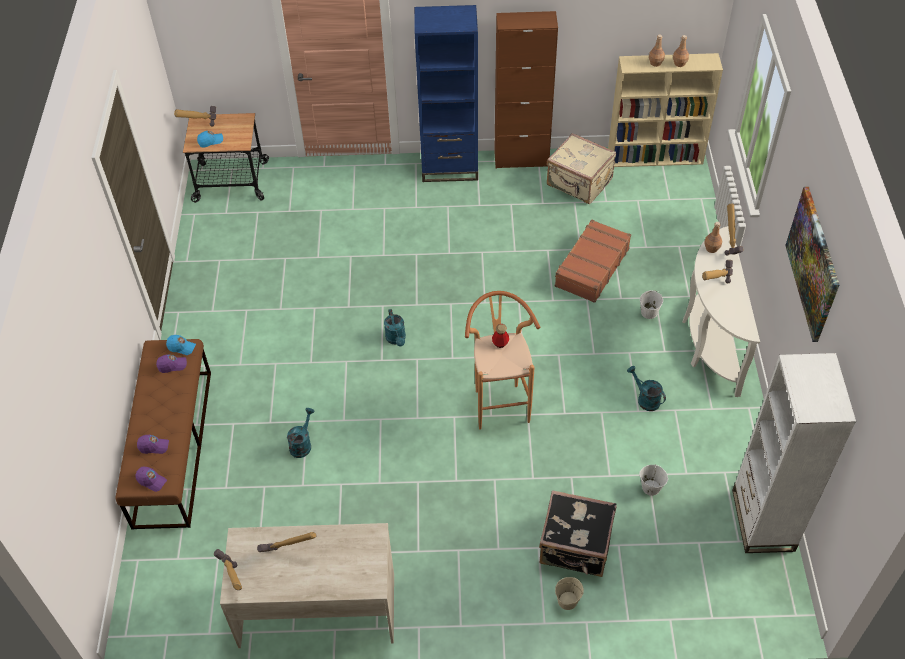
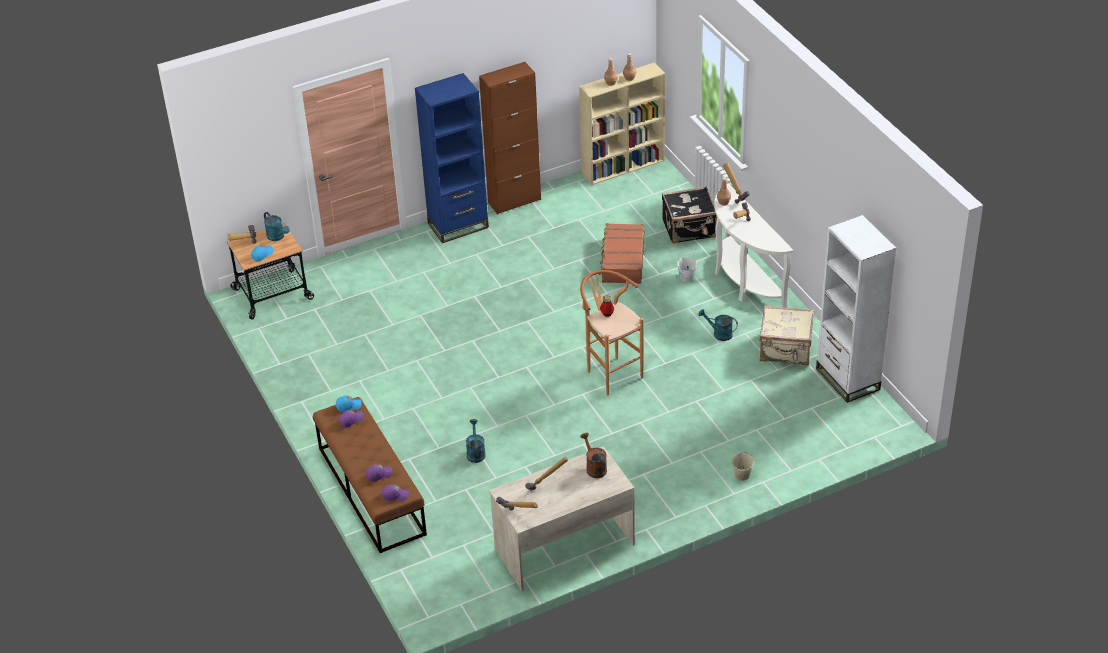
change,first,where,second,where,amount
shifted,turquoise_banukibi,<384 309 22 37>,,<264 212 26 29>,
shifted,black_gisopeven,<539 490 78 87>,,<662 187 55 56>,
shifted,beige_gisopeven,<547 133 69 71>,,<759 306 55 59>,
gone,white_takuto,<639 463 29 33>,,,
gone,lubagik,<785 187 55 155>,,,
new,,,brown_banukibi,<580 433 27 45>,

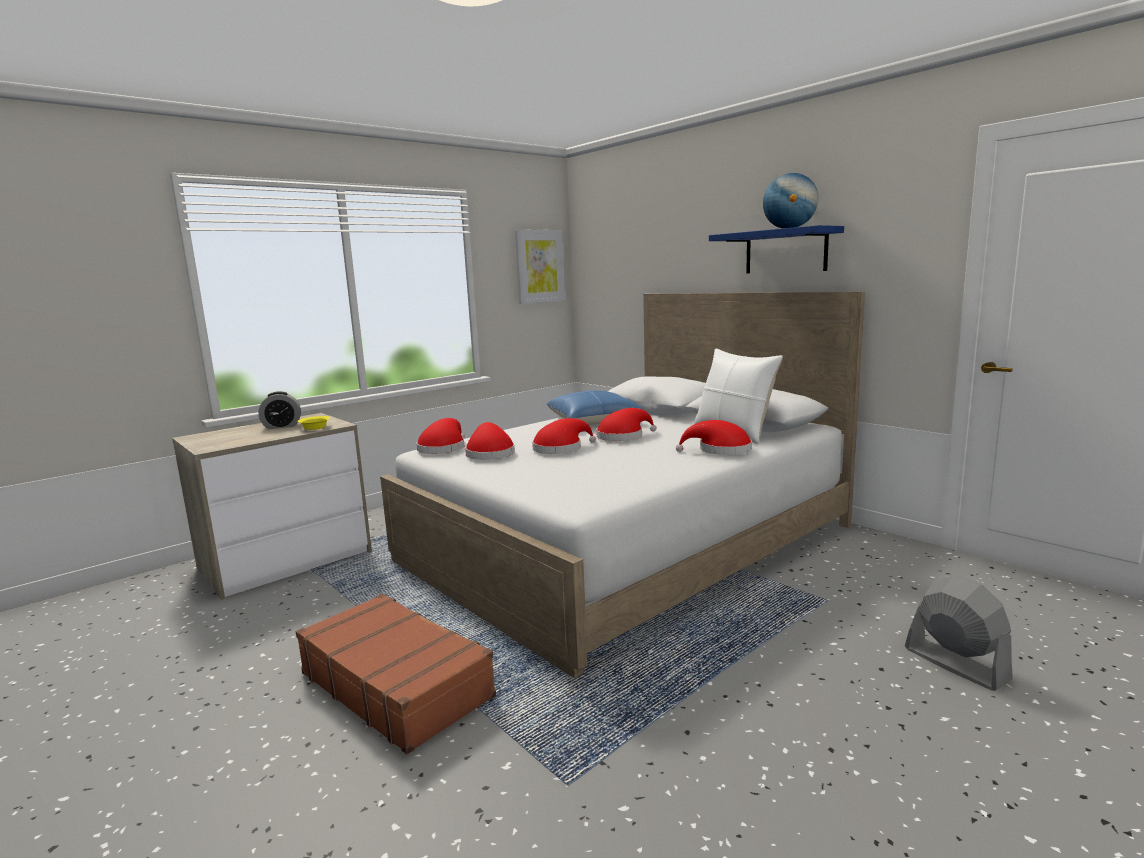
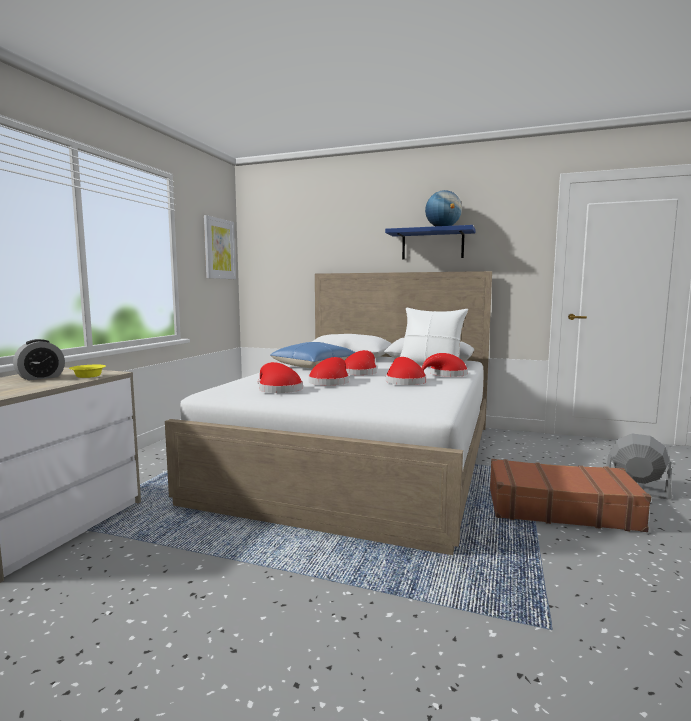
change,first,where,second,where,amount
shifted,brown_gisopeven,<296 594 200 160>,,<490 459 161 73>,
shifted,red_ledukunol,<416 418 49 36>,,<386 357 40 28>,

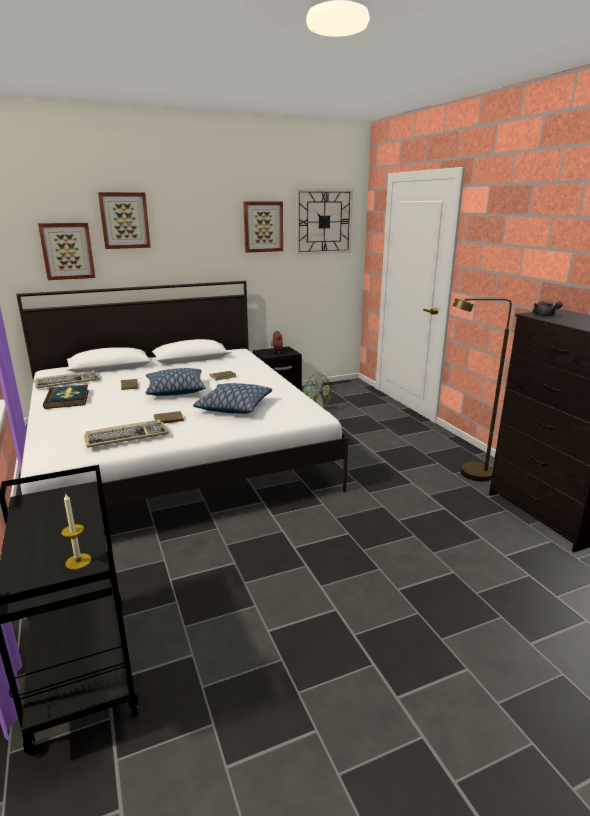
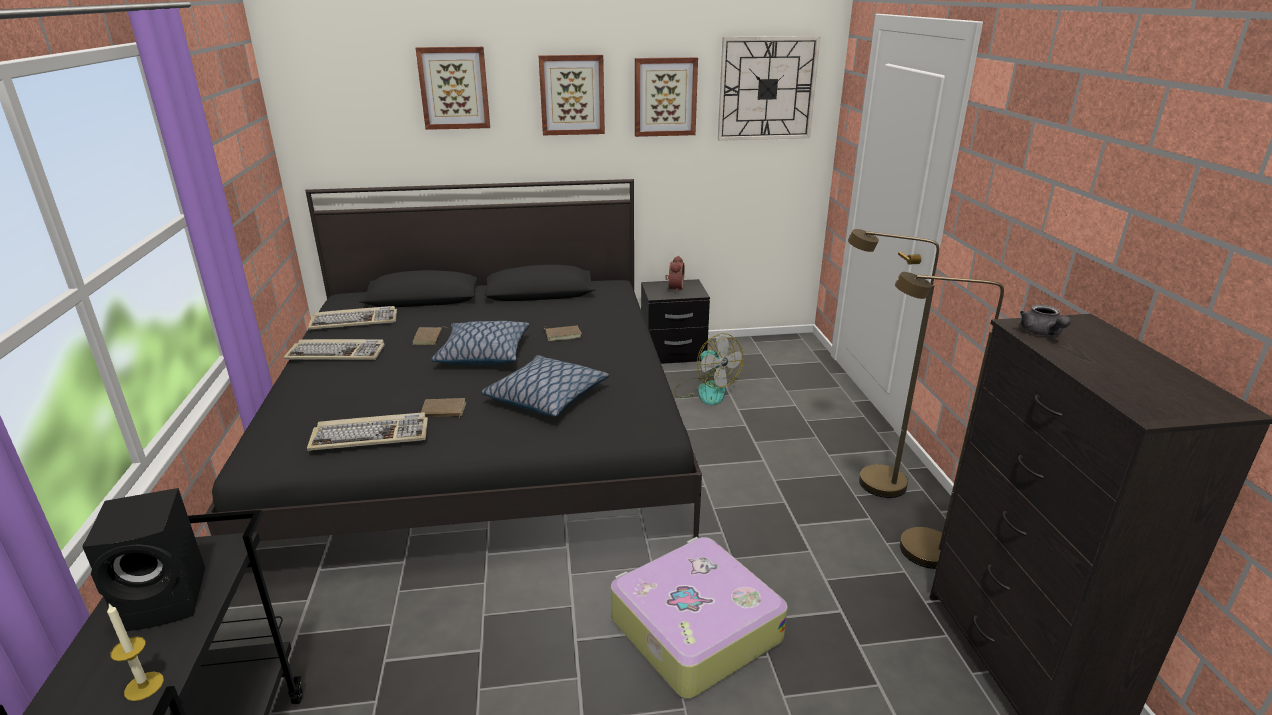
change,first,where,second,where,amount
repainted,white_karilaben,<16 281 332 226>,black_karilaben,<206 179 496 414>,
shifted,lubagik,<38 223 57 57>,,<538 55 67 80>,
swapped,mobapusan,<43 385 46 24>,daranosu,<284 339 101 21>,
new,,,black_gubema,<82 488 123 143>,
new,,,gisopeven,<611 537 177 162>,
new,,,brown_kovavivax,<848 229 91 269>,

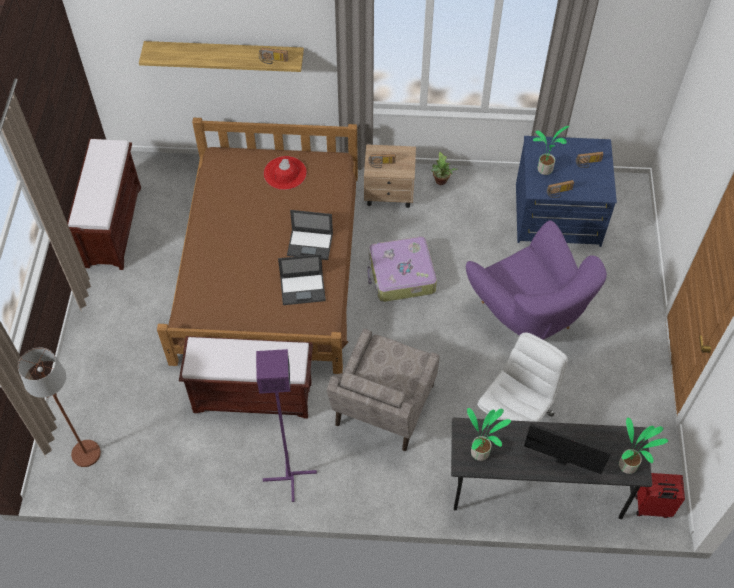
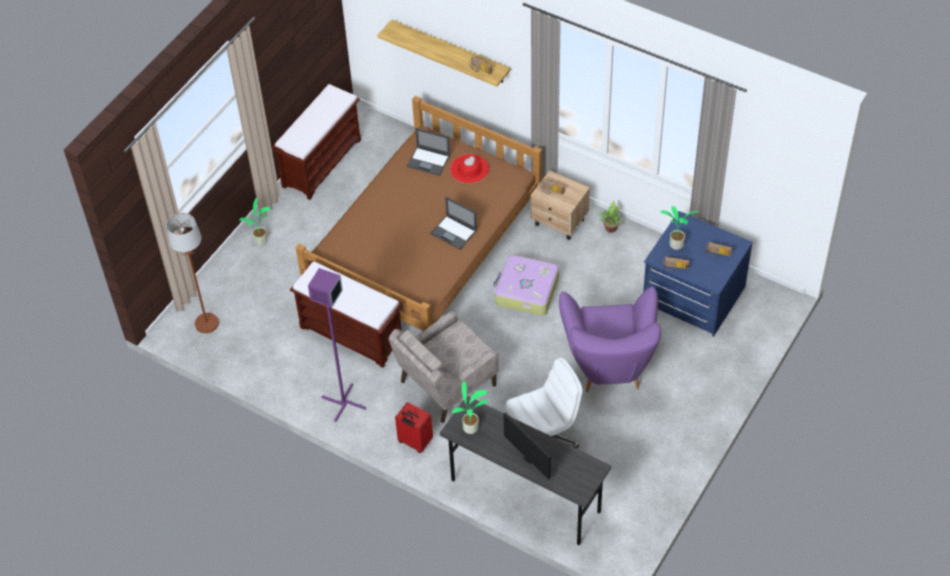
change,first,where,second,where,amount
shifted,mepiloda,<278 254 48 51>,,<407 128 43 48>,
shifted,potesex,<619 418 49 56>,,<239 197 31 49>,
shifted,red_gisopeven,<635 473 50 45>,,<395 402 38 51>,

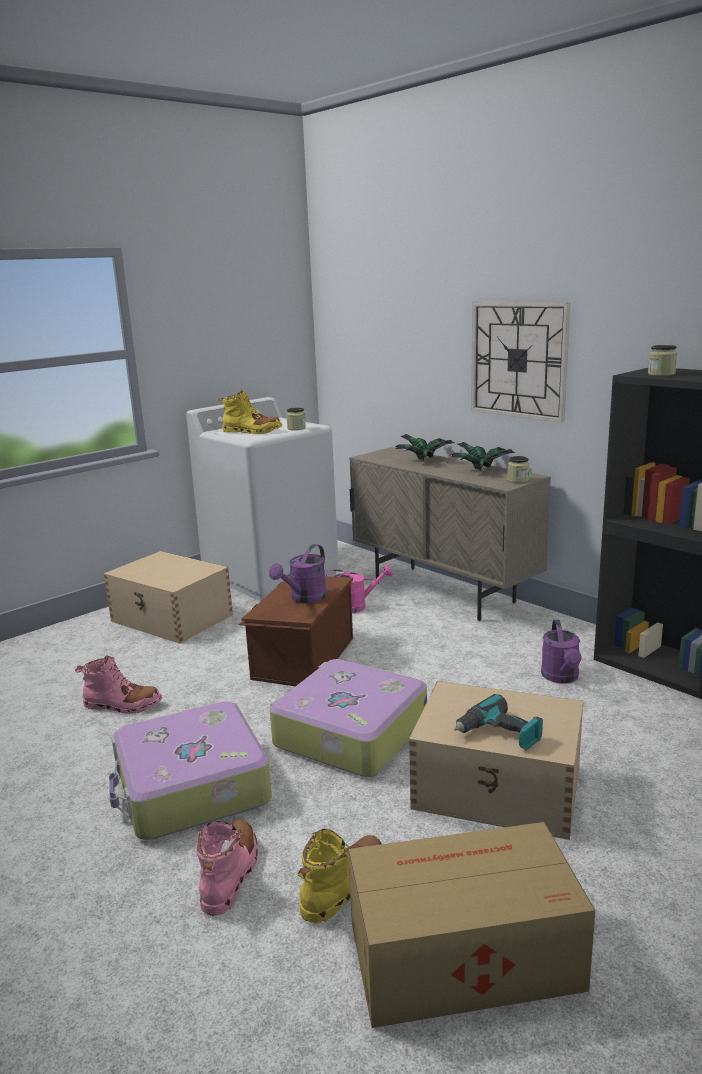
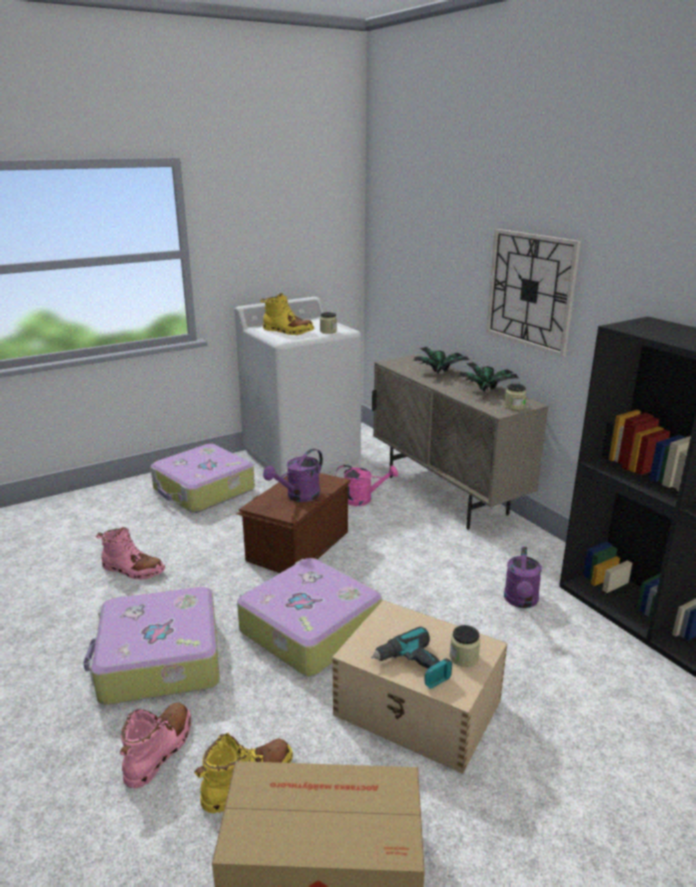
change,first,where,second,where,amount
swapped,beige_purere,<104 551 129 93>,gisopeven,<150 444 105 69>,
shifted,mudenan,<648 345 29 31>,,<450 625 30 42>,

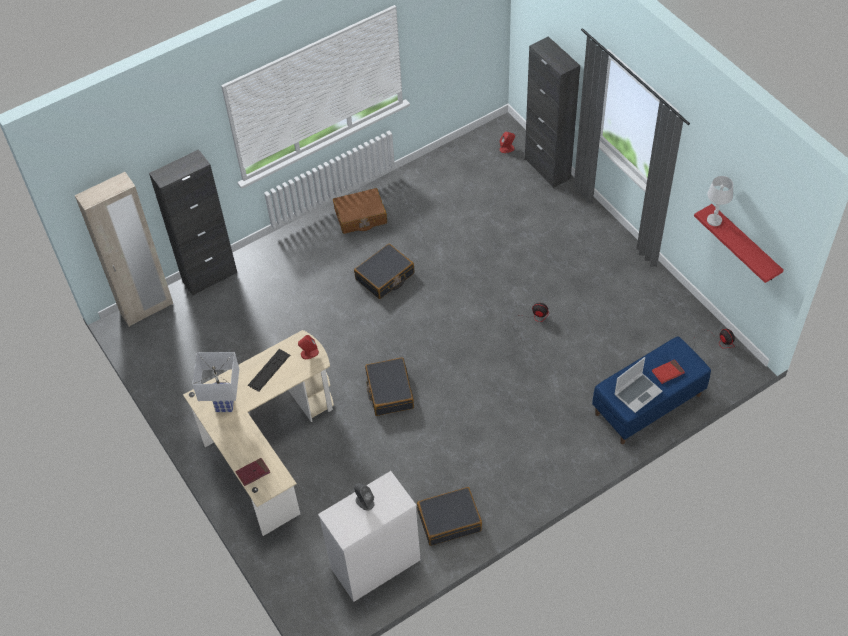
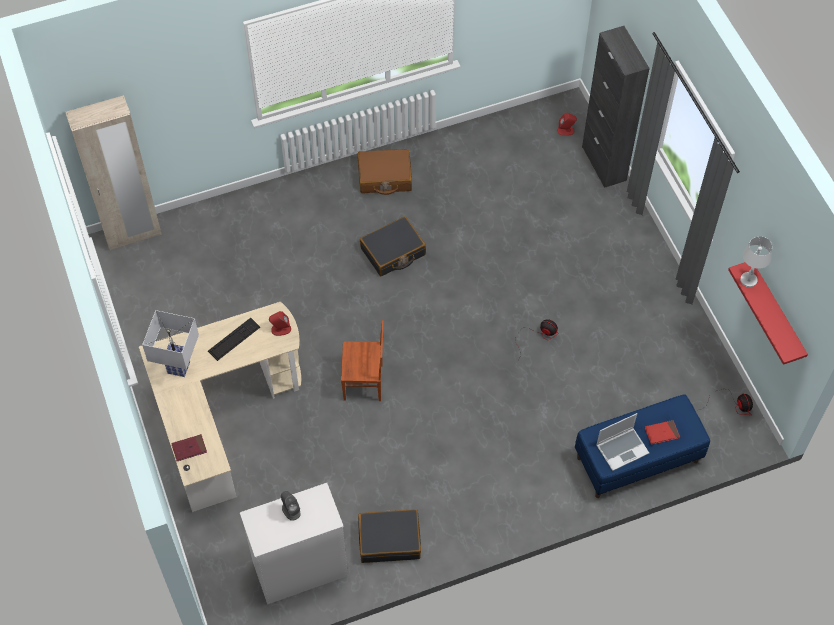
change,first,where,second,where,amount
gone,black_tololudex,<149 149 88 147>,,,
swapped,black_gisopeven,<365 358 49 58>,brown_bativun,<341 320 43 81>,

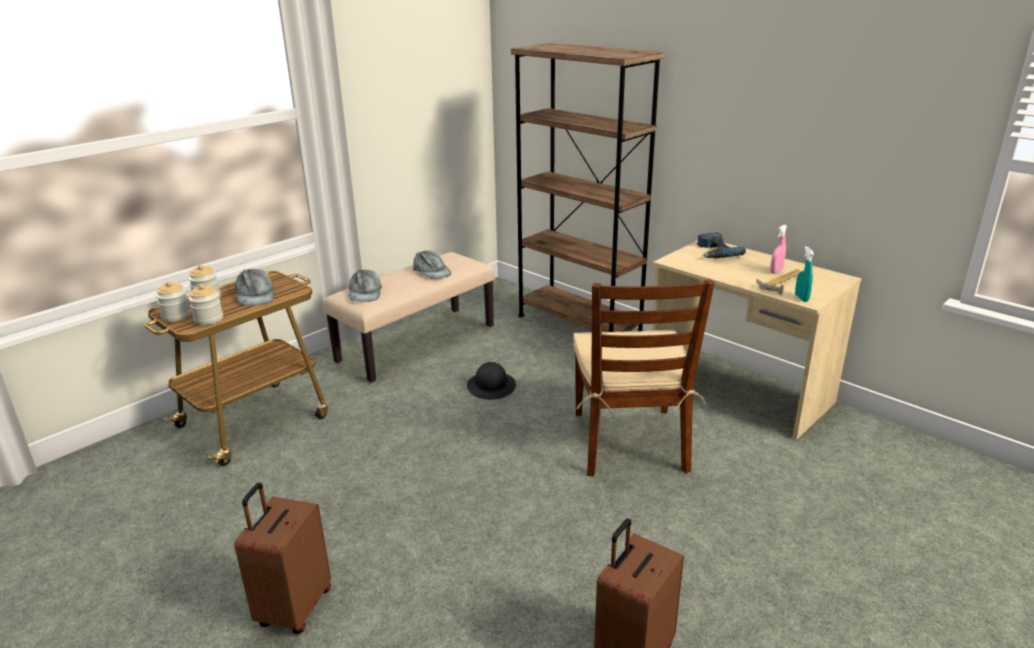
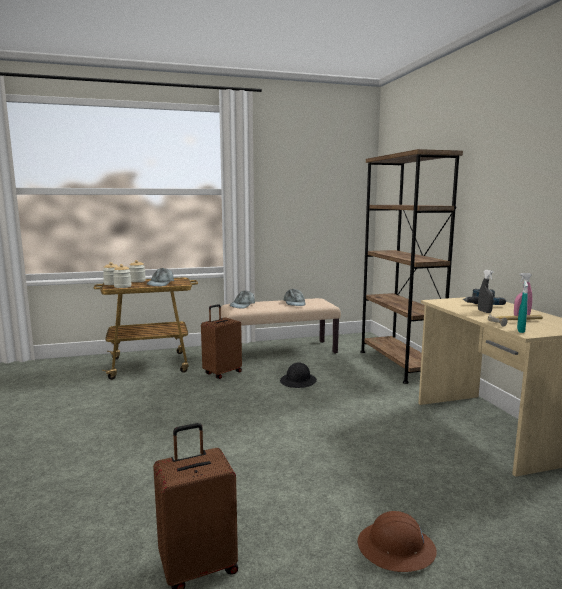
change,first,where,second,where,amount
shifted,brown_gisopeven,<234 483 97 151>,,<201 304 41 75>,
gone,brown_bativun,<573 279 141 198>,,,
new,,,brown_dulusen,<357 511 80 61>,
new,,,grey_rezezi,<478 270 16 43>,

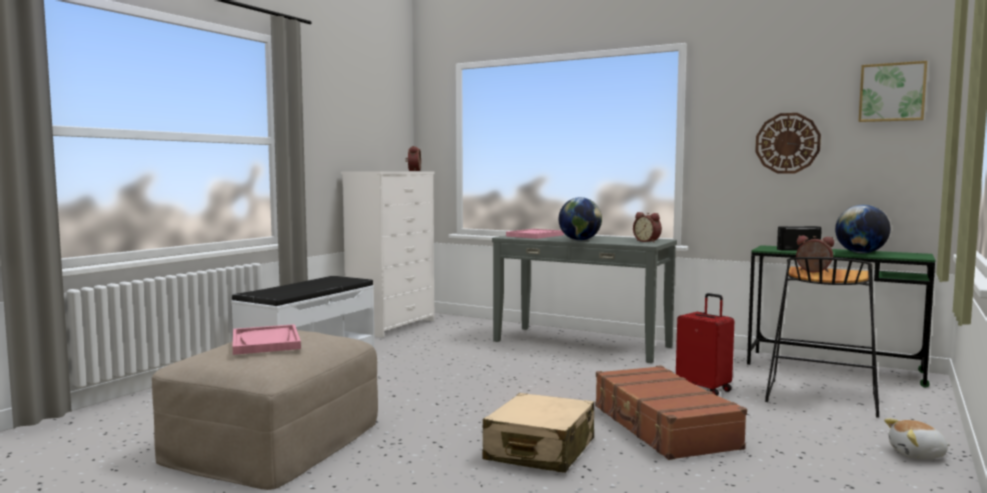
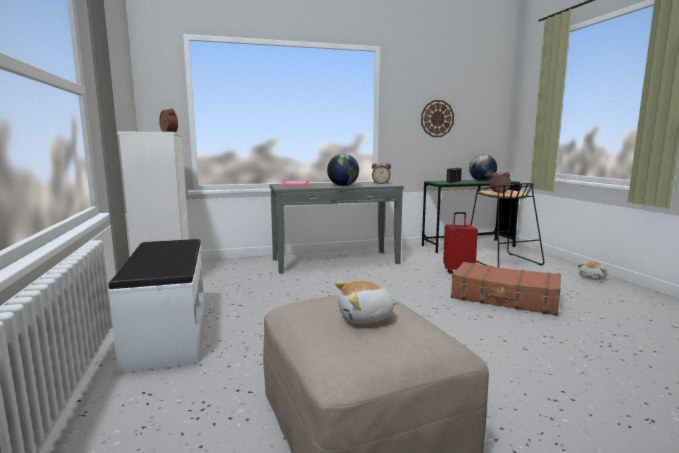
change,first,where,second,where,amount
swapped,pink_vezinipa,<232 324 69 31>,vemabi,<335 281 63 43>,
gone,beige_gisopeven,<482 393 112 80>,,,
gone,lubagik,<859 61 68 61>,,,

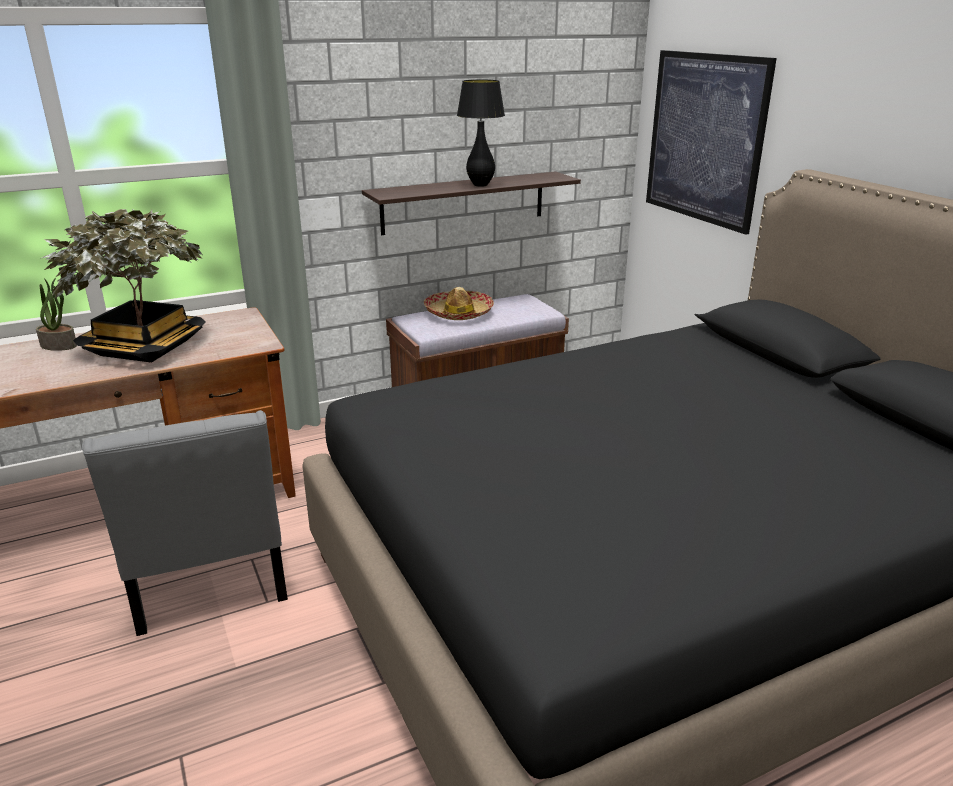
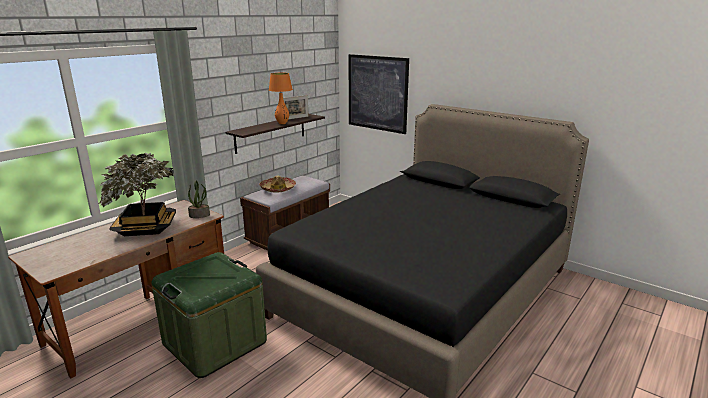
change,first,where,second,where,amount
shifted,potesex,<36 278 41 73>,,<188 181 22 37>,
swapped,grey_bativun,<82 410 206 226>,green_purere,<151 252 116 126>,
repainted,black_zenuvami,<457 80 48 107>,orange_zenuvami,<269 73 24 51>,
new,,,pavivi,<283 95 25 24>,

